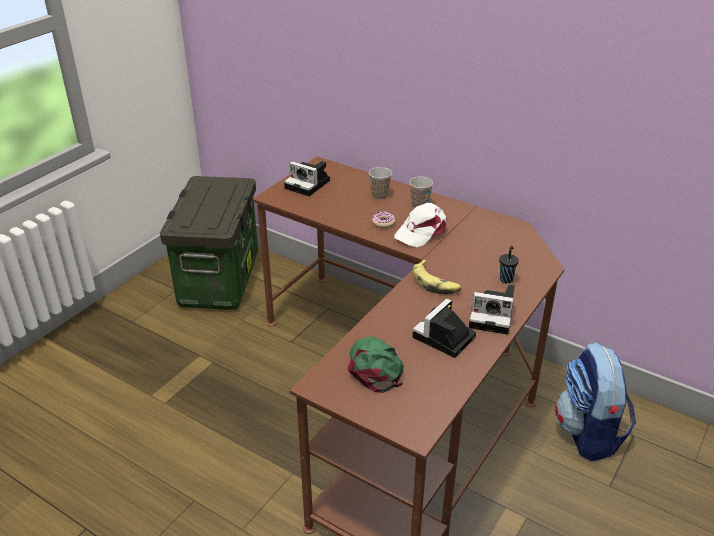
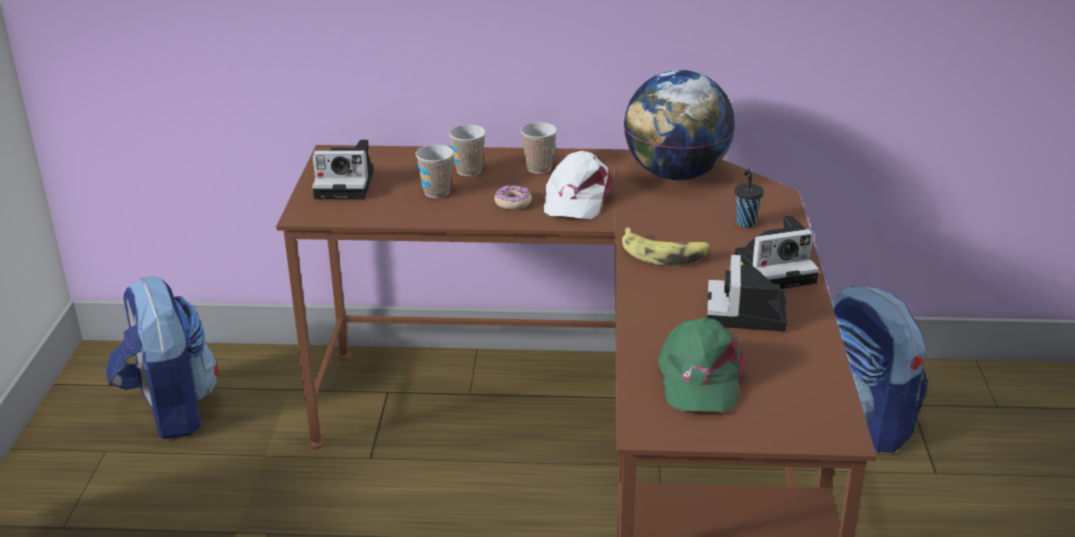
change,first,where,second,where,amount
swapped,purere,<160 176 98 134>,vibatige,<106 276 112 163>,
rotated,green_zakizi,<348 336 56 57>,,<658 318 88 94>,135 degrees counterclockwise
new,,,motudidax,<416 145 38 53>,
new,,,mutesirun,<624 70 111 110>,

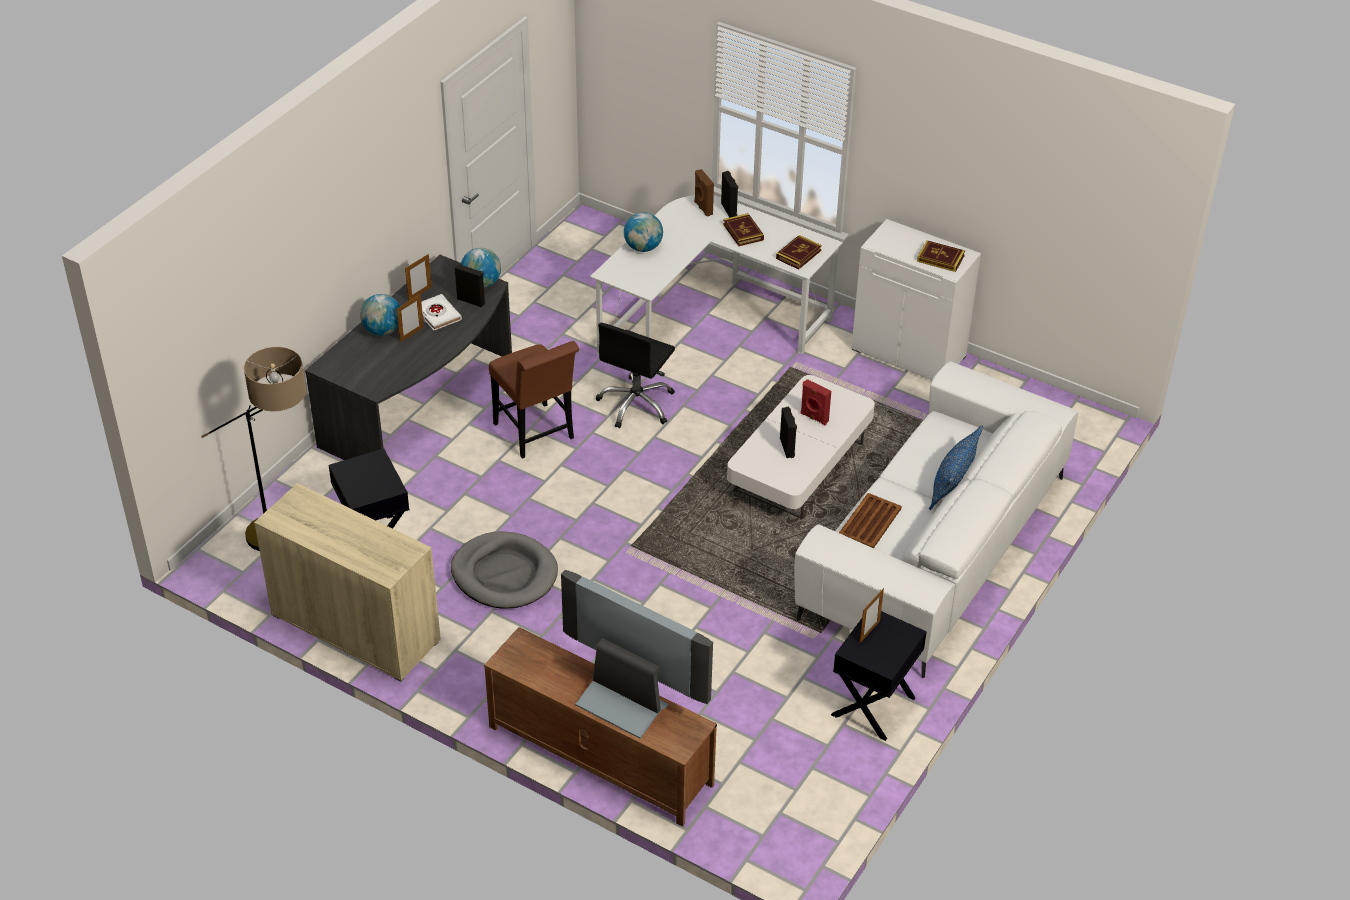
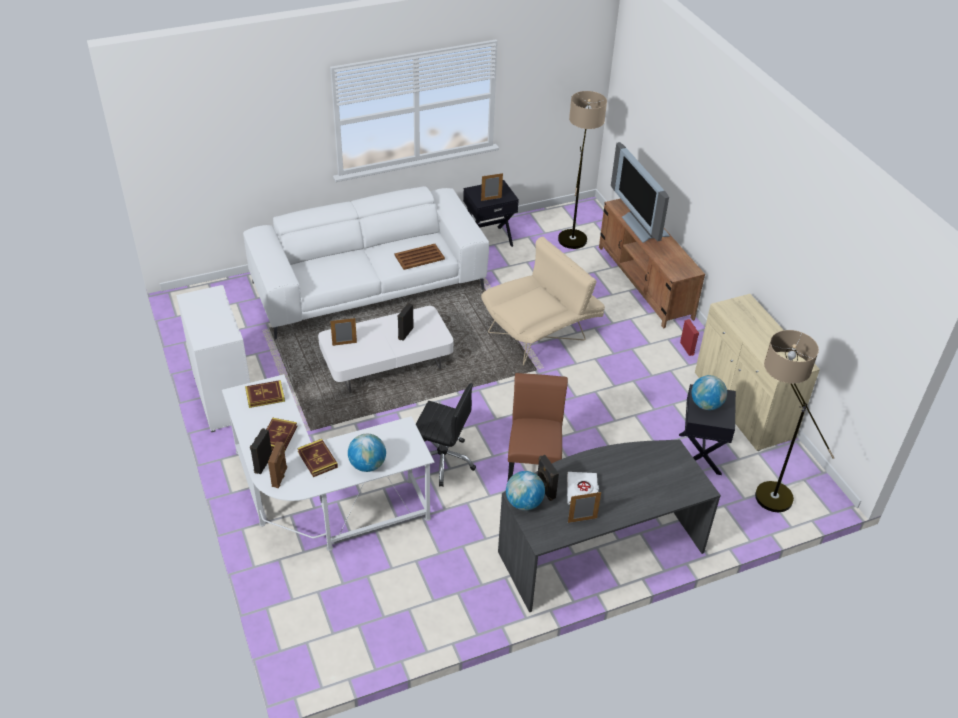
change,first,where,second,where,amount
shifted,mutesirun,<360 294 40 42>,,<691 375 36 35>,
shifted,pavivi,<396 294 28 48>,,<330 318 27 28>,
gone,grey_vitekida,<451 531 107 77>,,,
rotated,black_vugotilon,<596 323 79 105>,,<416 383 60 104>,45 degrees clockwise
shifted,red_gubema,<801 379 30 46>,,<680 319 19 37>,
shifted,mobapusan,<917 240 48 32>,,<297 439 41 38>,
gone,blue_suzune,<929 425 54 85>,,,
new,,,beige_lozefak,<481 237 124 129>,
new,,,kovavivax,<558 91 49 158>,

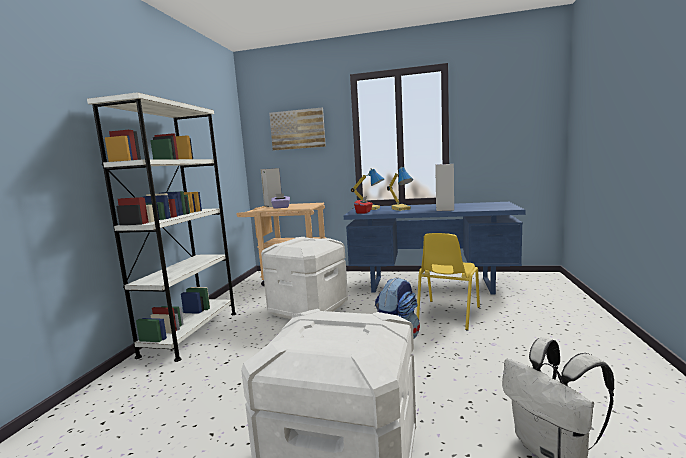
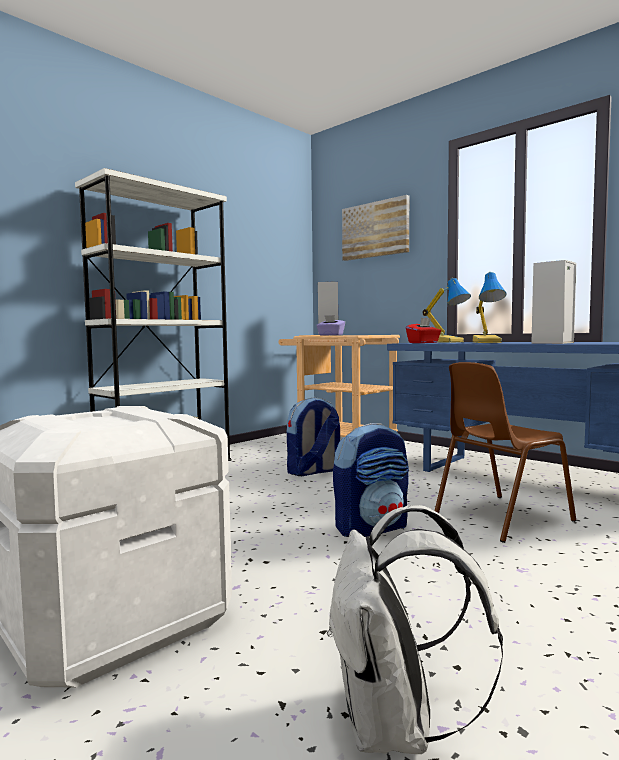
change,first,where,second,where,amount
swapped,white_purere,<261 237 87 82>,vibatige,<287 397 53 79>,
repainted,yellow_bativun,<416 233 64 98>,brown_bativun,<435 362 141 181>,

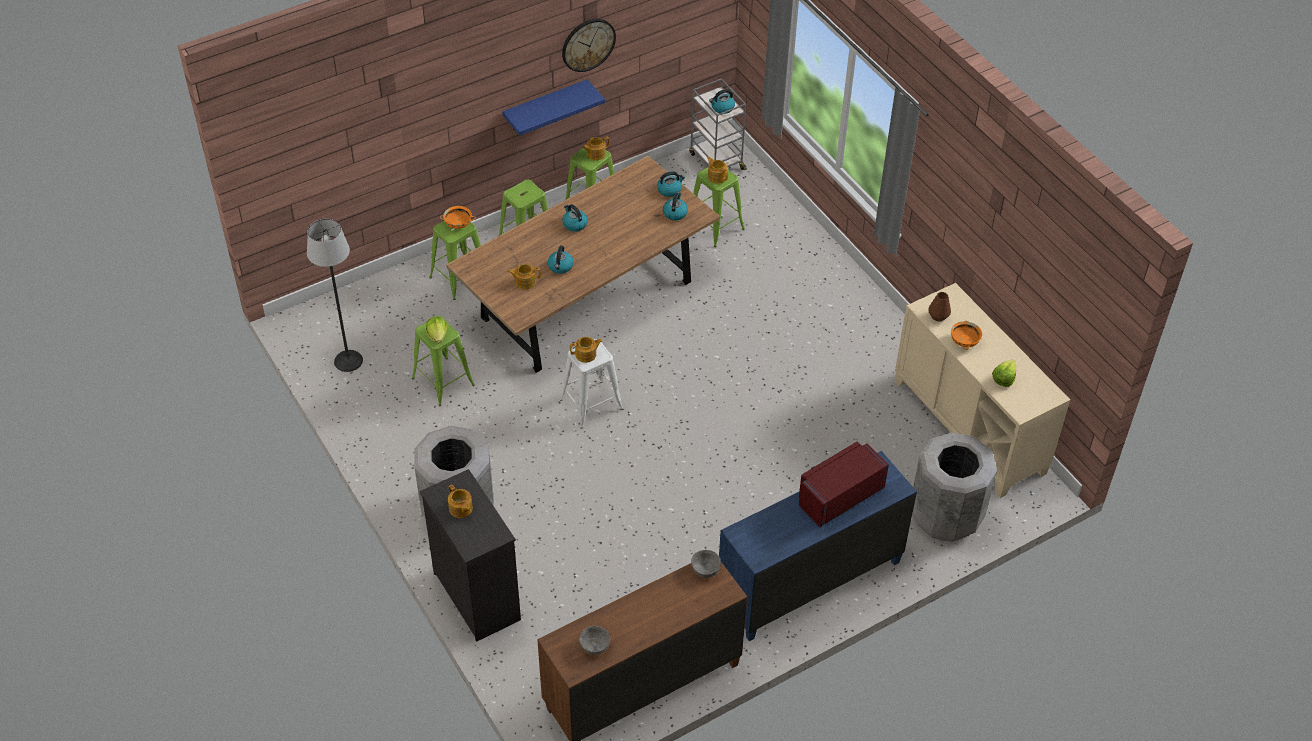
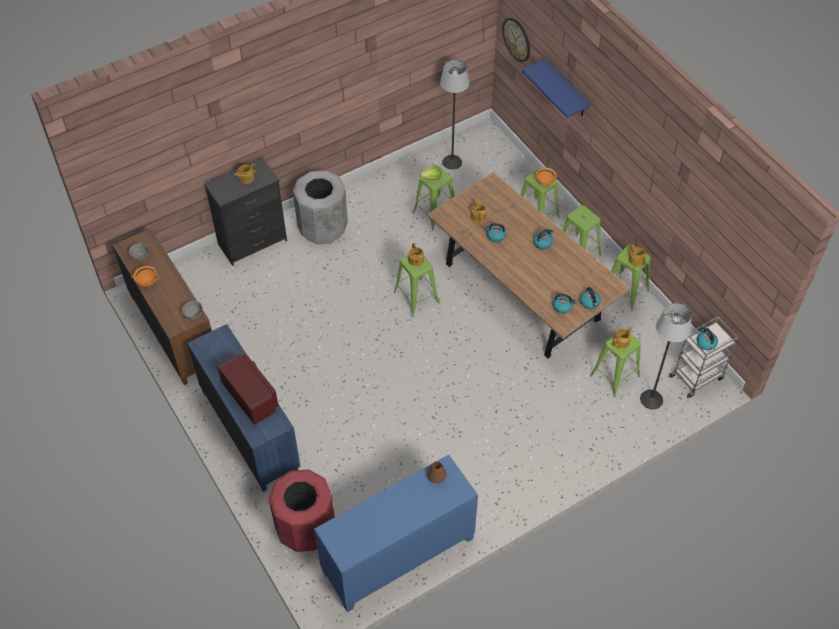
change,first,where,second,where,amount
shifted,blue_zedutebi,<502 79 103 57>,,<522 59 68 59>,
repainted,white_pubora,<560 339 63 90>,green_pubora,<394 255 46 62>,
shifted,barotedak,<562 19 54 53>,,<502 18 28 44>,
repainted,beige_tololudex,<895 283 175 215>,blue_tololudex,<314 455 164 157>,
repainted,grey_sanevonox,<913 432 84 110>,red_sanevonox,<269 469 66 83>,
shifted,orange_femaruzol,<951 321 31 29>,,<131 266 29 20>,
gone,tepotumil,<992 360 24 27>,,,
new,,,kovavivax,<640 303 51 106>,

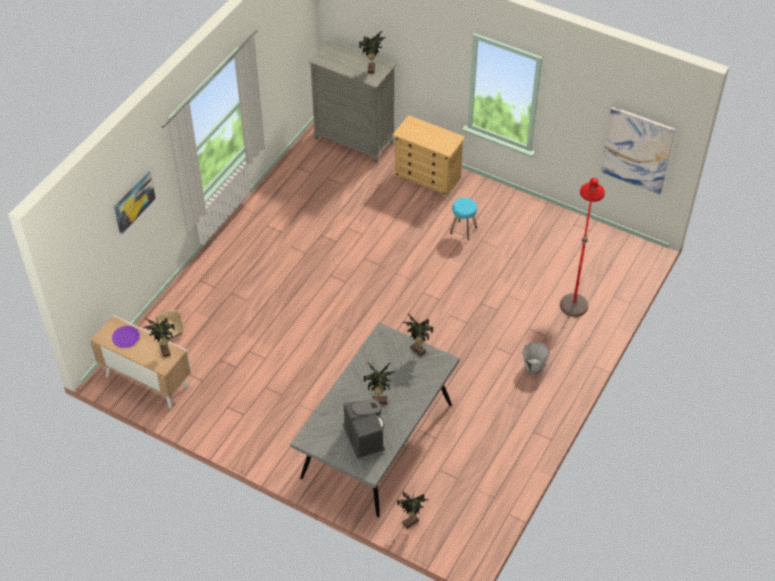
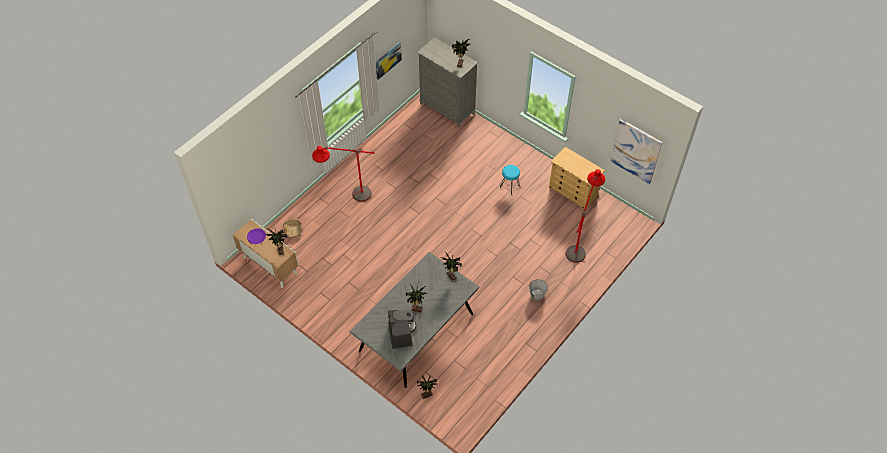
change,first,where,second,where,amount
shifted,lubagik,<114 171 42 63>,,<376 42 26 38>,
shifted,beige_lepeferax,<392 115 73 82>,,<549 147 56 63>,
new,,,red_kovavivax,<312 146 62 56>,

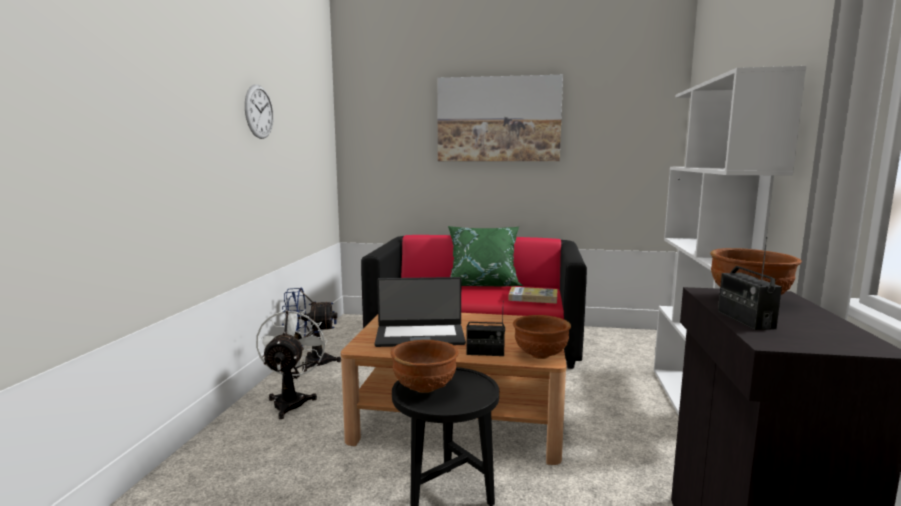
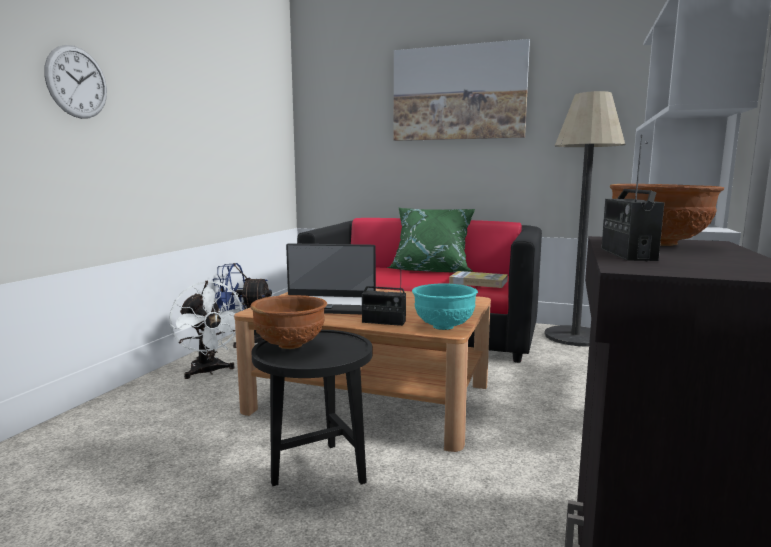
change,first,where,second,where,amount
shifted,barotedak,<245 85 29 54>,,<44 45 63 74>,
rotated,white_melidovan,<256 308 72 111>,,<169 281 74 98>,135 degrees clockwise
repainted,brown_femaruzol,<513 315 58 44>,turquoise_femaruzol,<412 283 66 47>,
new,,,kovavivax,<545 91 81 256>,

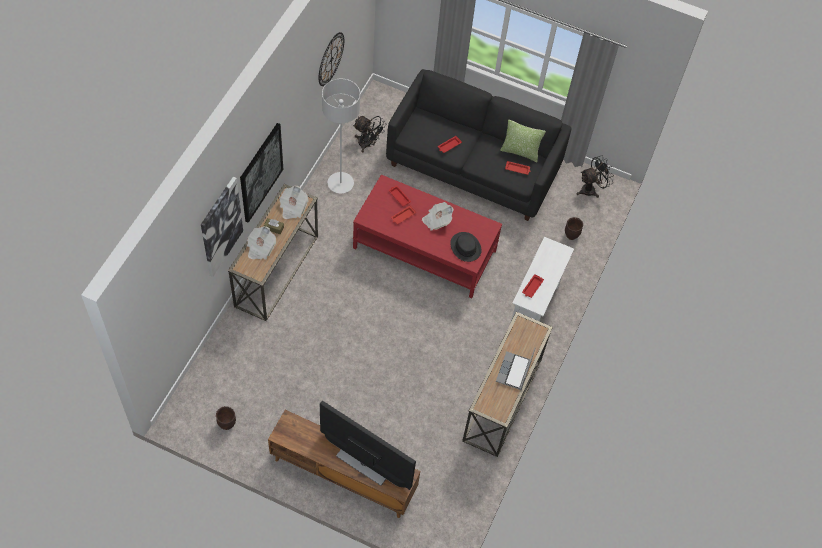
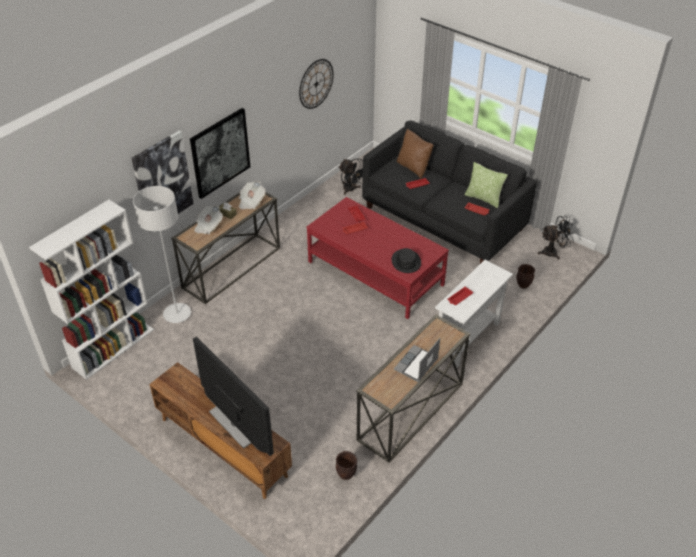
change,first,where,second,where,amount
shifted,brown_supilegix,<216 406 20 24>,,<336 451 21 29>,
shifted,grey_kovavivax,<322 79 38 115>,,<133 186 58 137>,
gone,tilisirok,<422 202 32 29>,,,
new,,,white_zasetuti,<29 199 125 181>,
new,,,brown_suzune,<397 129 36 49>,

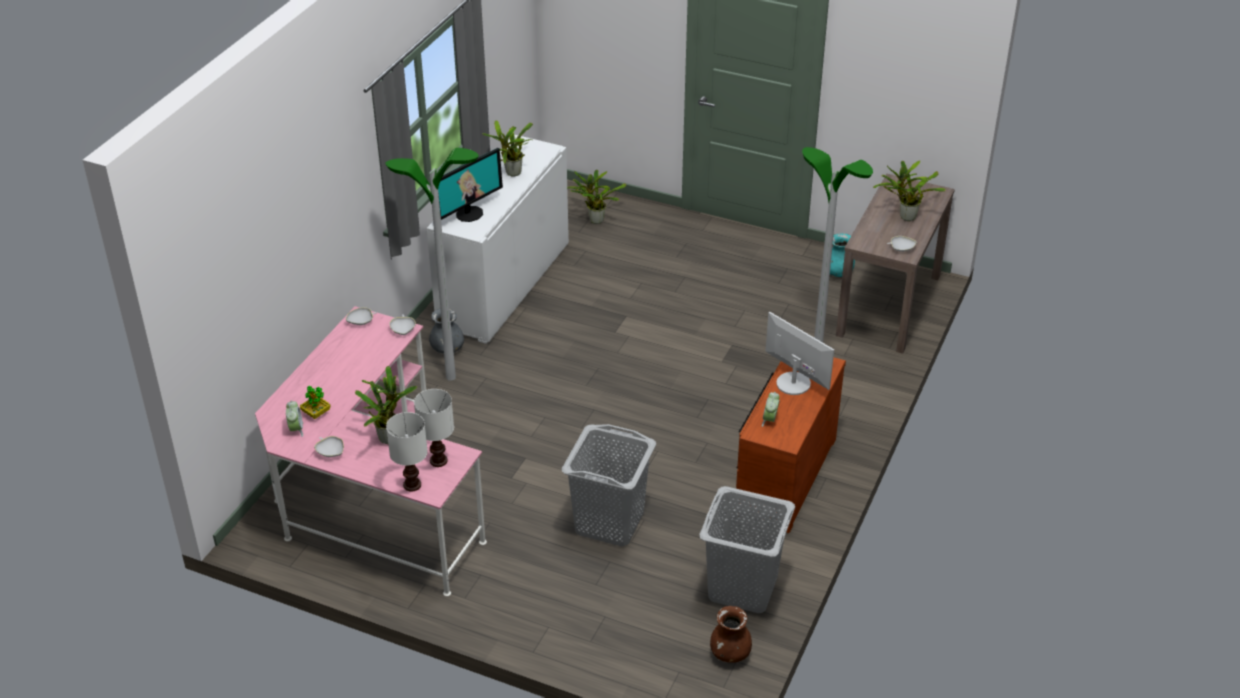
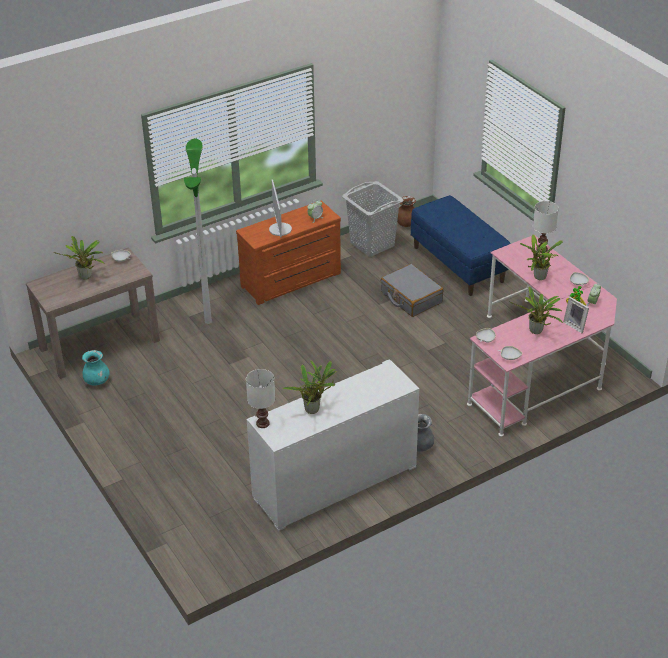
change,first,where,second,where,amount
gone,kovavivax,<385 148 94 233>,,,
shifted,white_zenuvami,<414 389 40 78>,,<246 369 29 59>,
gone,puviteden,<438 148 65 74>,,,
swapped,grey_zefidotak,<562 424 94 122>,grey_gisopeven,<381 264 62 53>,
shifted,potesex,<567 170 59 54>,,<510 287 53 47>,
new,,,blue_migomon,<411 195 99 101>,
new,,,pavivi,<563 297 26 36>,

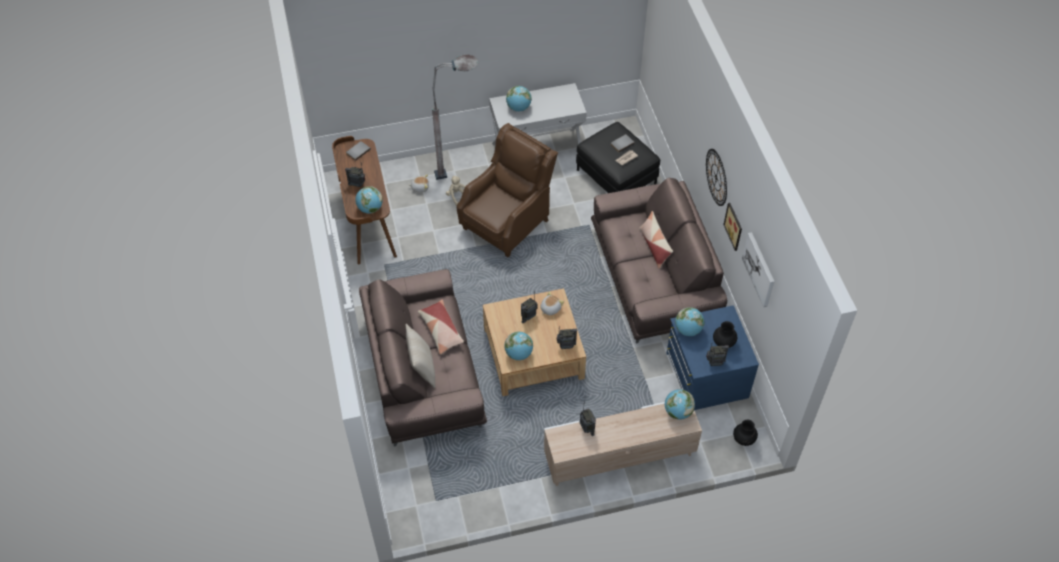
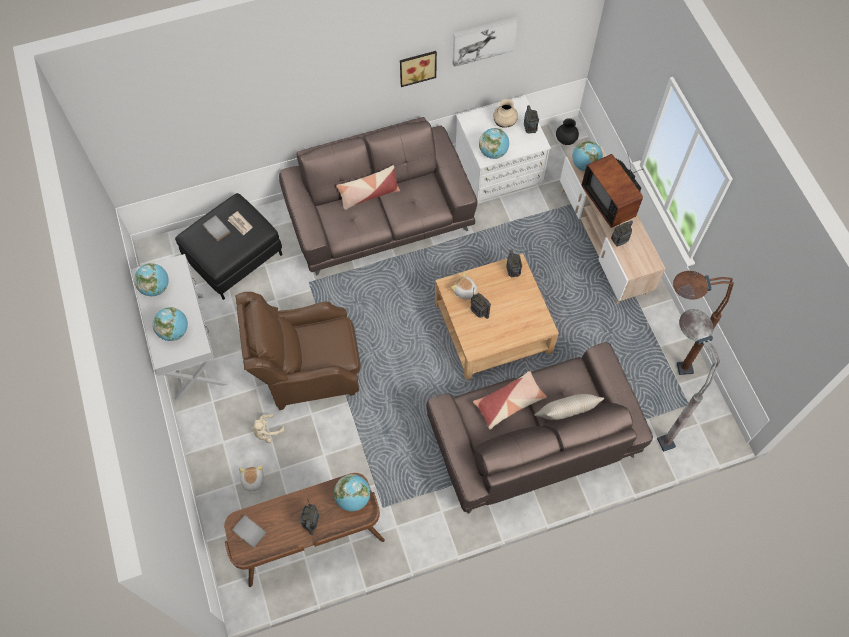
change,first,where,second,where,amount
shifted,grey_kovavivax,<432 54 47 126>,,<657 309 63 143>,
rotated,brown_lozefak,<457 123 101 134>,,<235 292 126 118>,45 degrees counterclockwise
shifted,mutesirun,<504 331 29 29>,,<134 263 35 33>,
repainted,blue_lepeferax,<666 305 93 105>,white_lepeferax,<455 96 96 108>,
gone,barotedak,<706 149 21 57>,,,
repainted,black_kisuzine,<713 321 24 27>,beige_kisuzine,<493 99 25 29>,
new,,,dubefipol,<582 152 61 76>,
new,,,brown_kovavivax,<673 271 61 104>,

